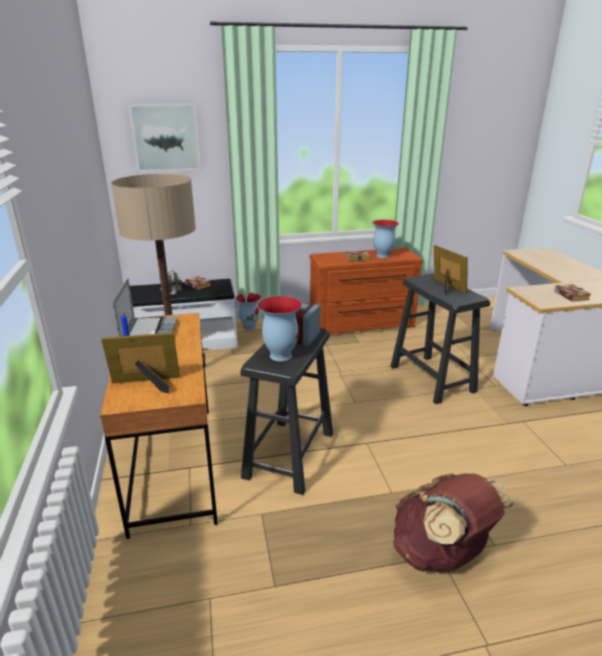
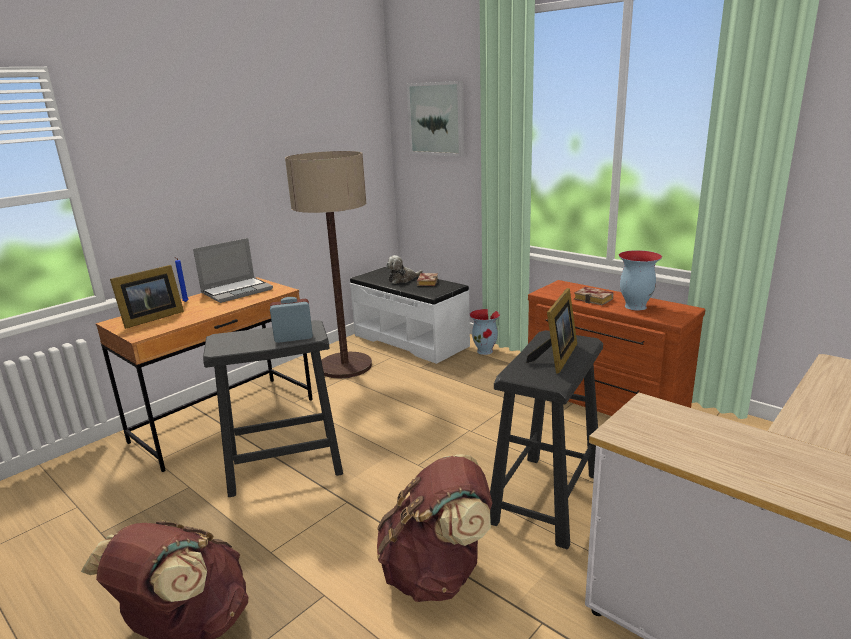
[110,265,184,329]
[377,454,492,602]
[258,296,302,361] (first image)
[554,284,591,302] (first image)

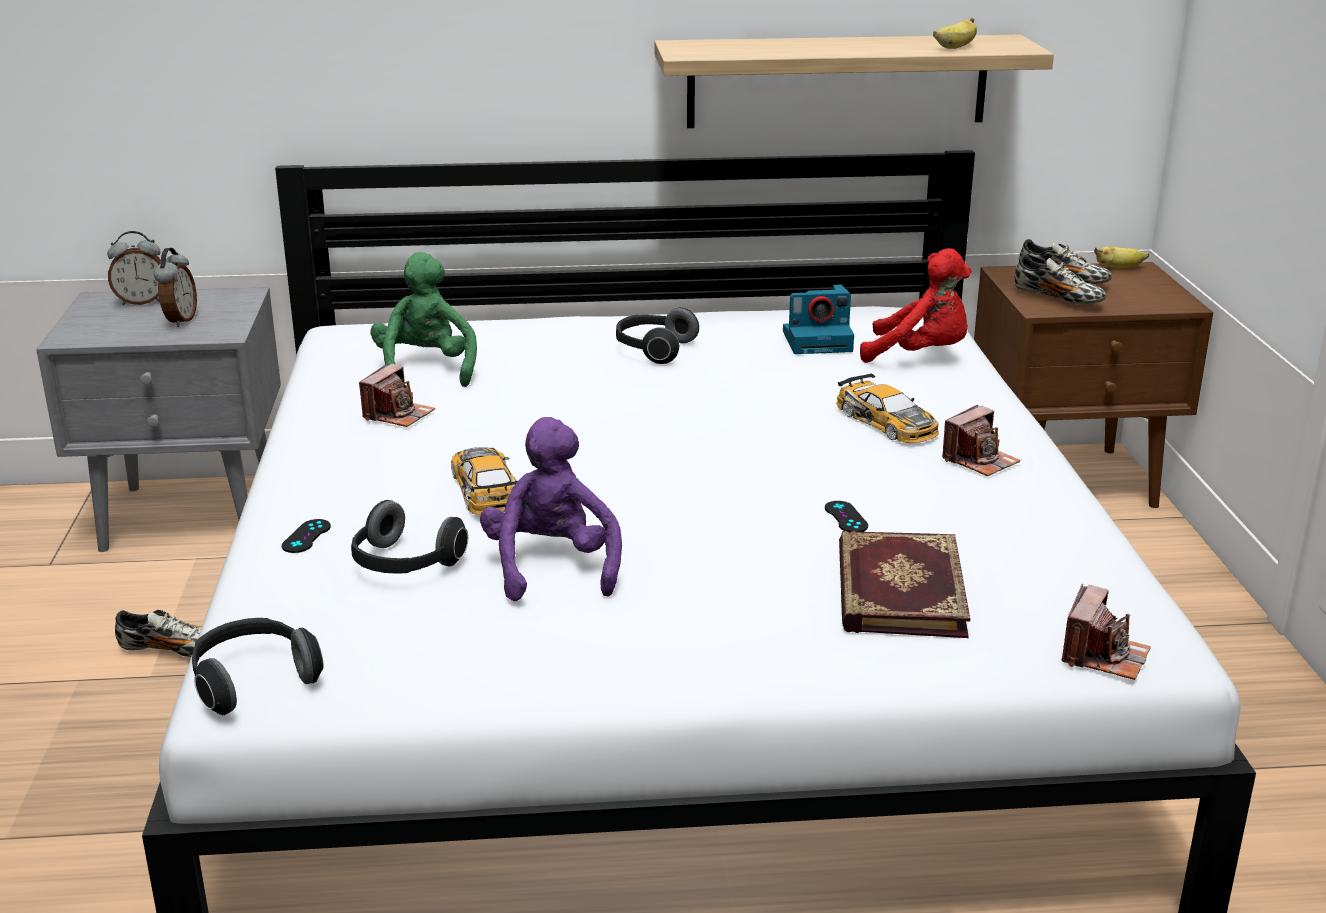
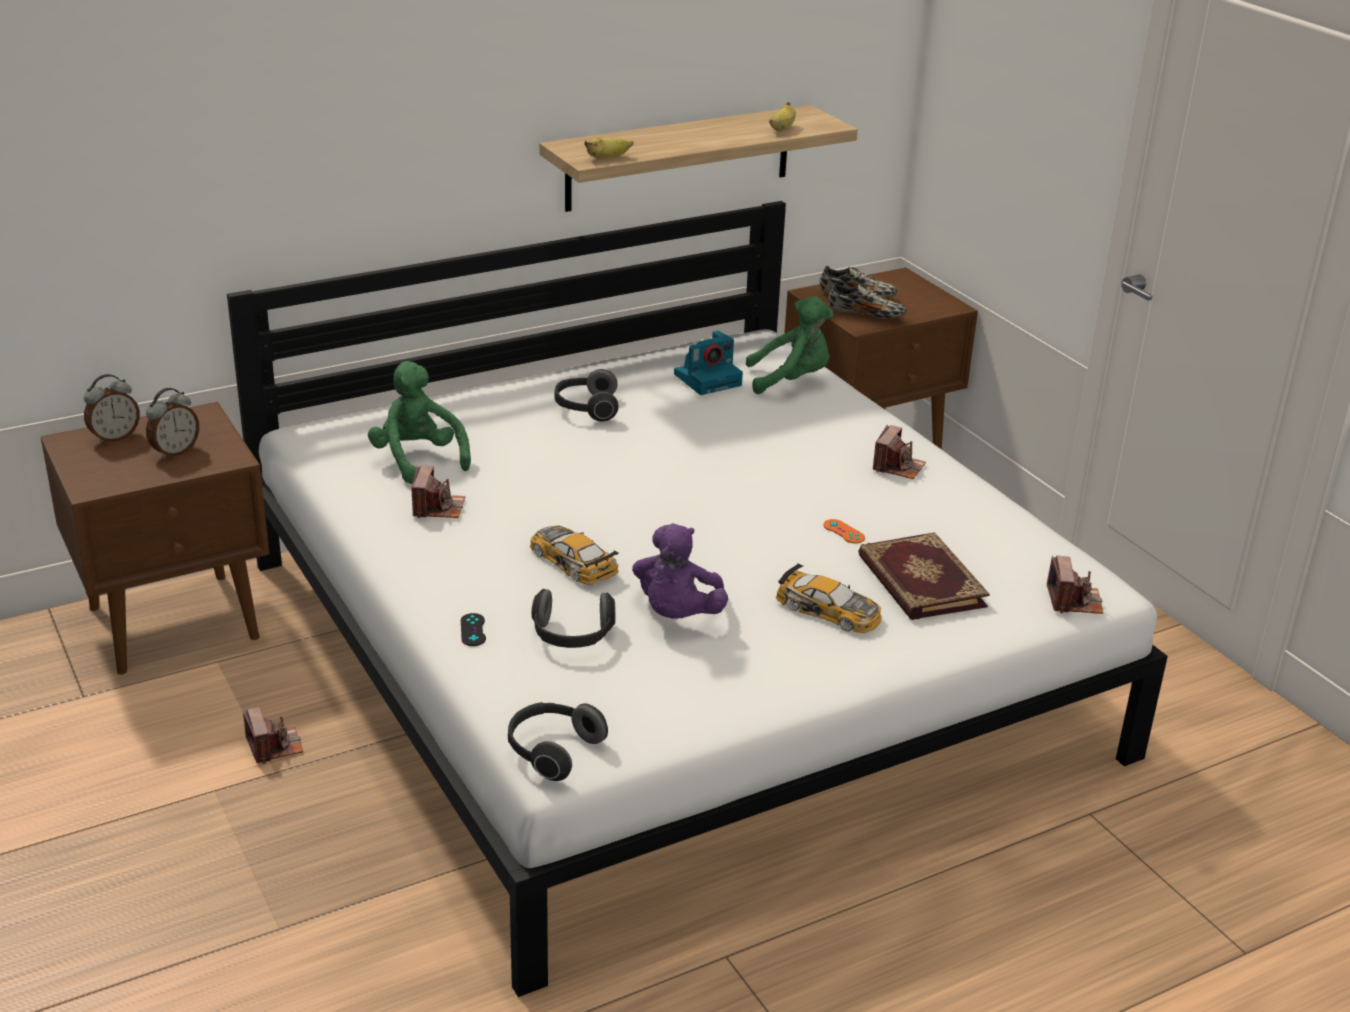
[40,402,270,675]
[146,388,199,459]
[243,707,303,764]
[585,138,634,158]
[632,523,728,619]
[746,296,833,394]
[776,563,882,633]
[823,519,865,544]

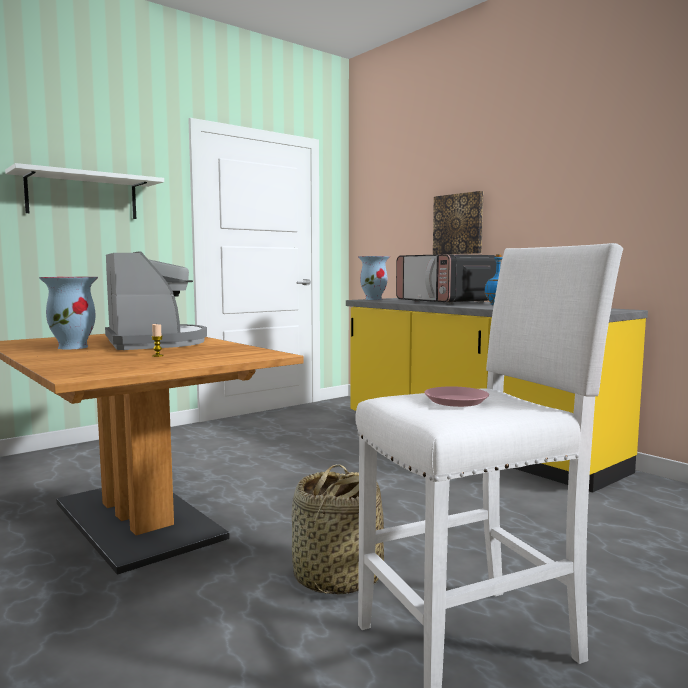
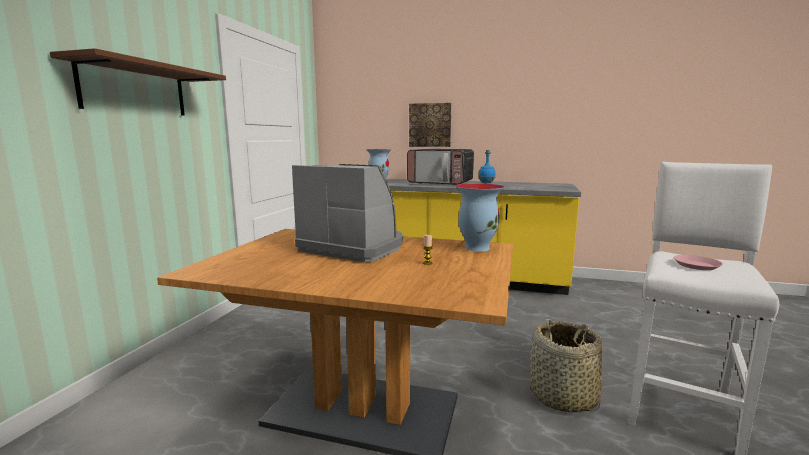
[50,48,226,116]
[456,183,505,252]

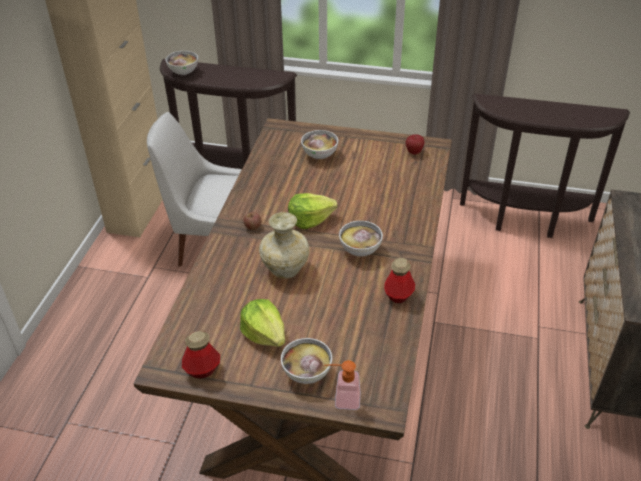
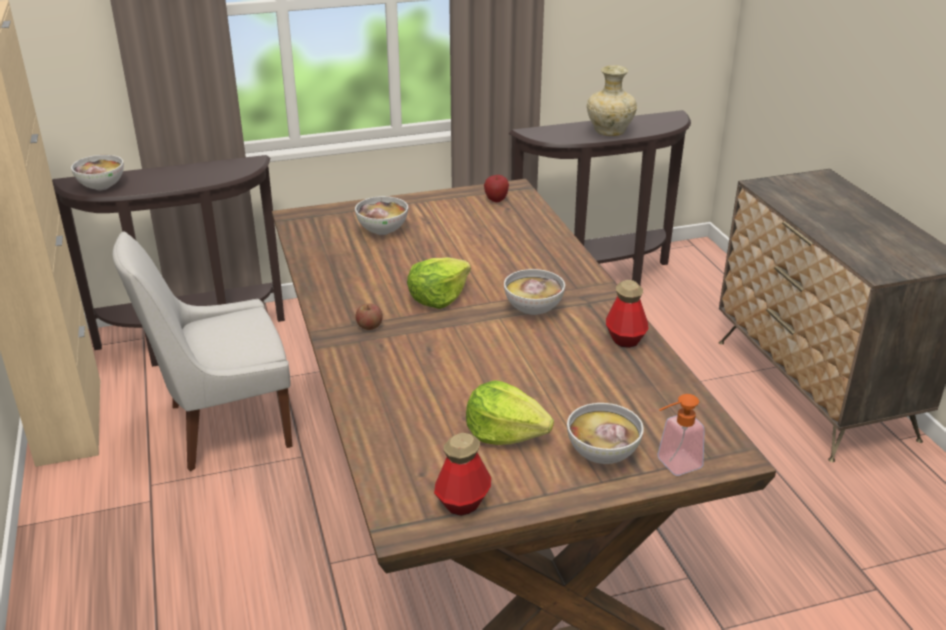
[587,65,637,136]

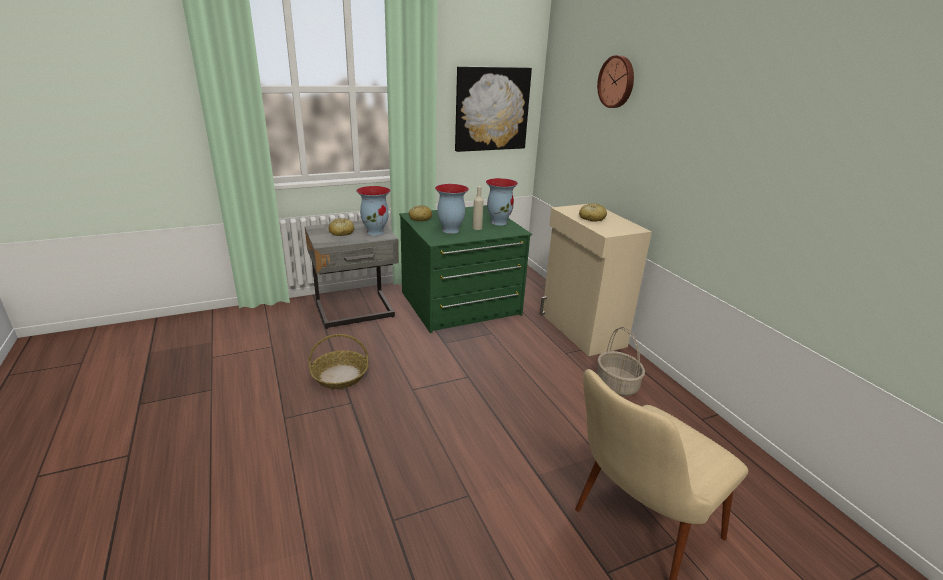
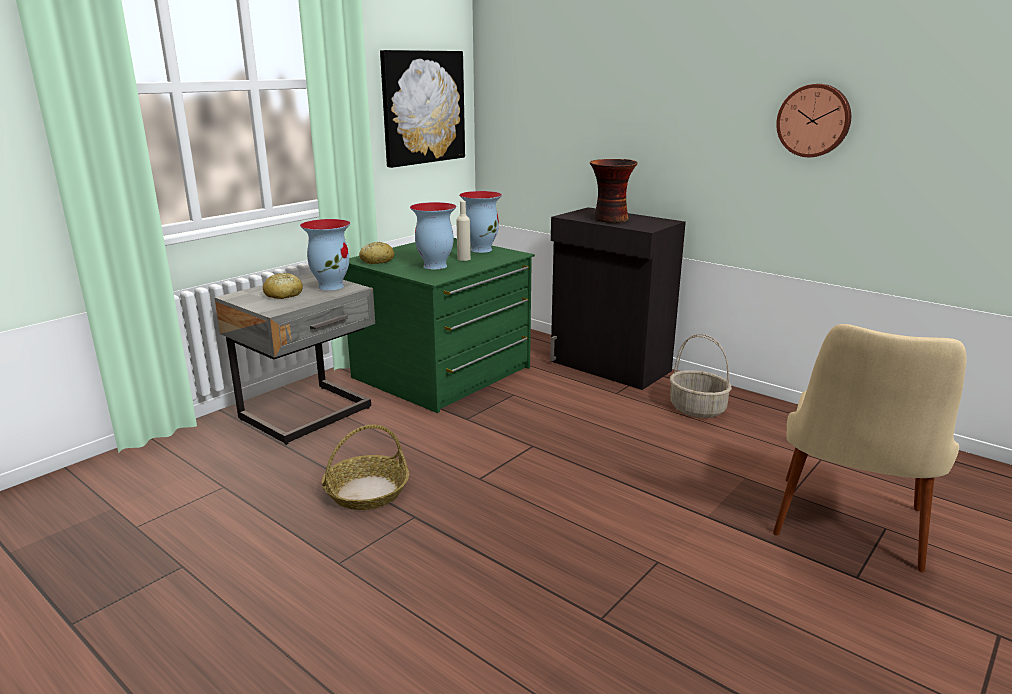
[550,207,686,390]
[590,159,638,223]
[776,84,851,157]

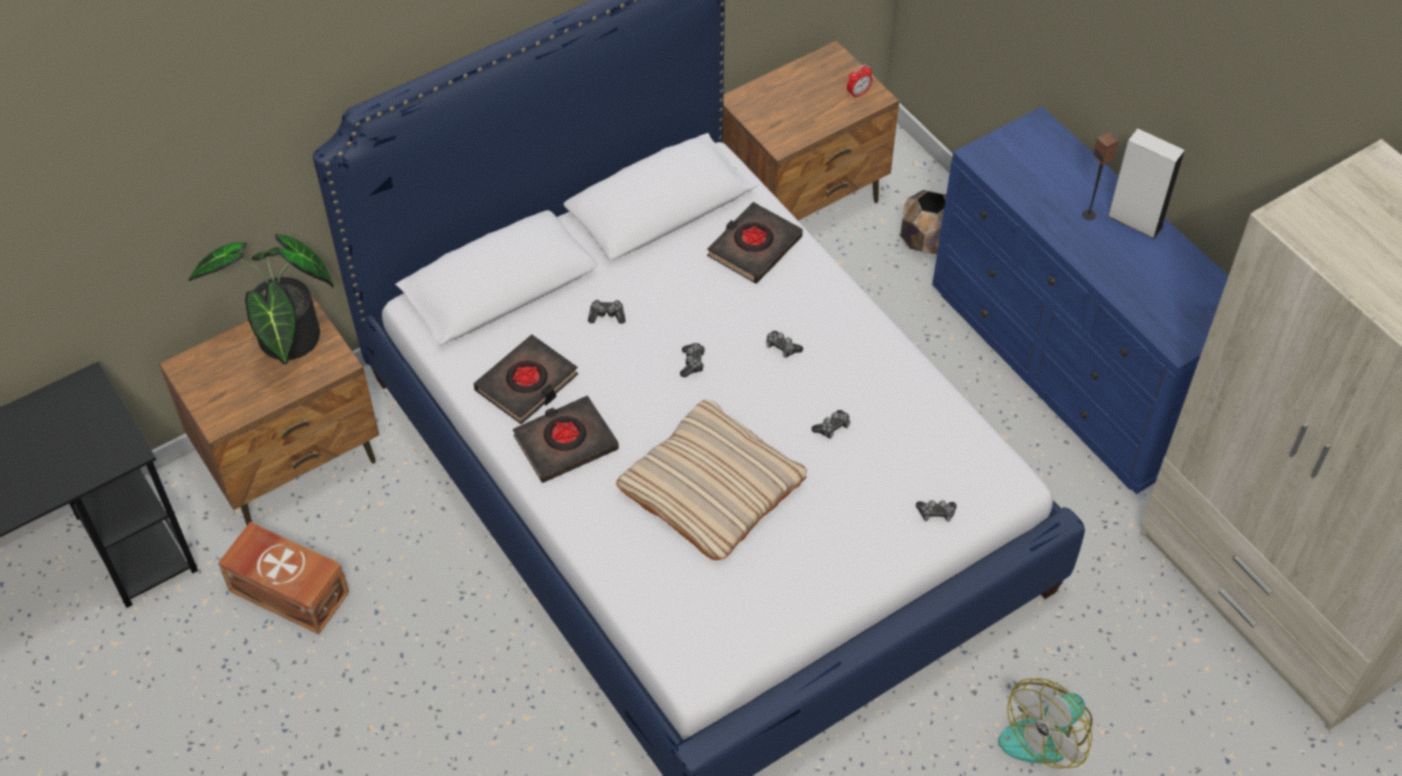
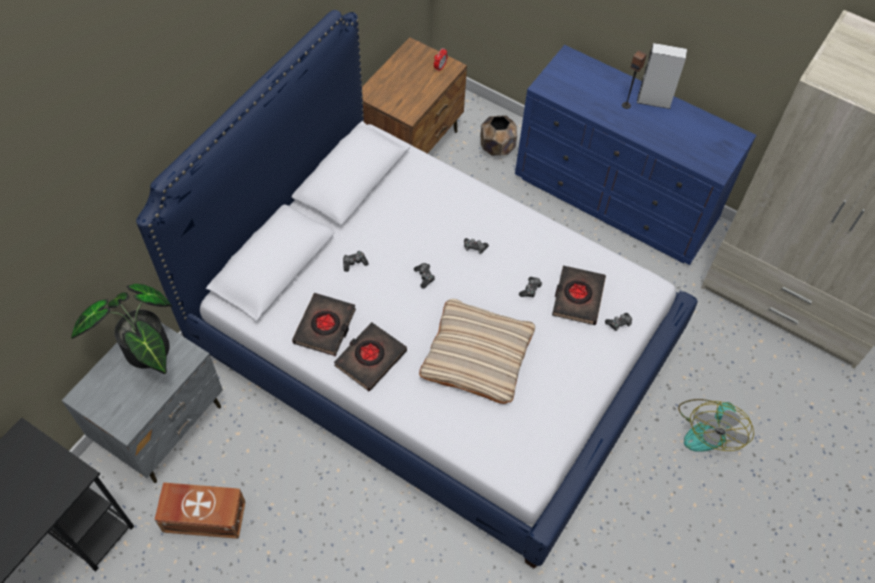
[61,323,223,483]
[552,265,606,325]

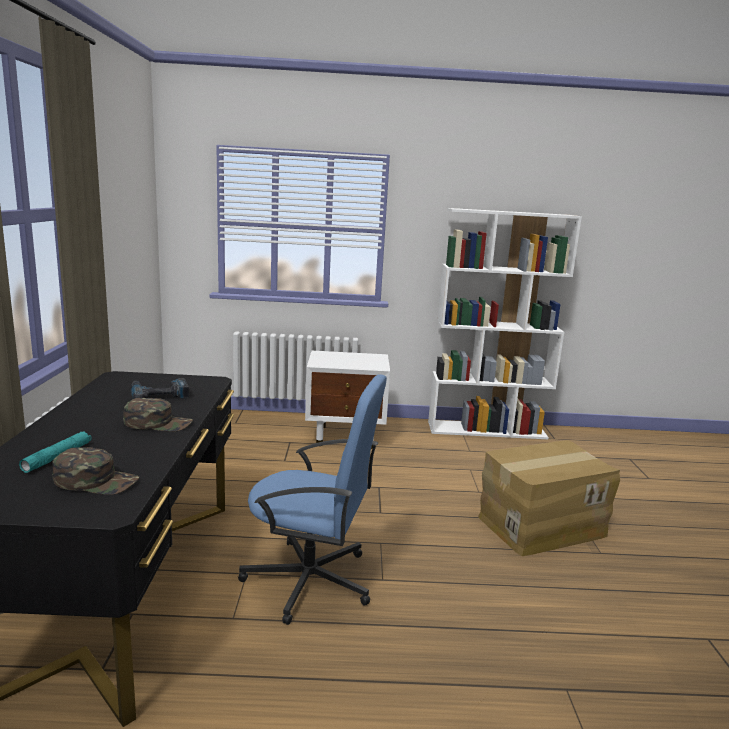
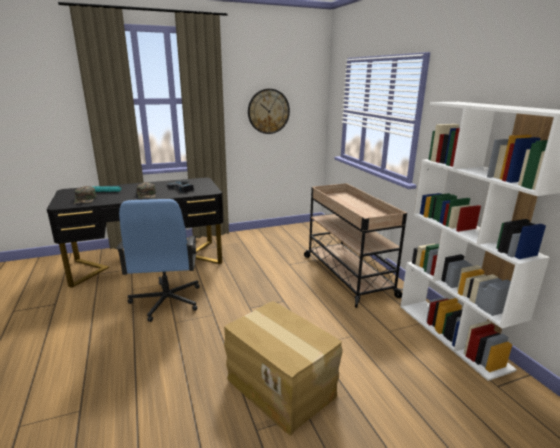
[248,88,290,134]
[304,183,407,308]

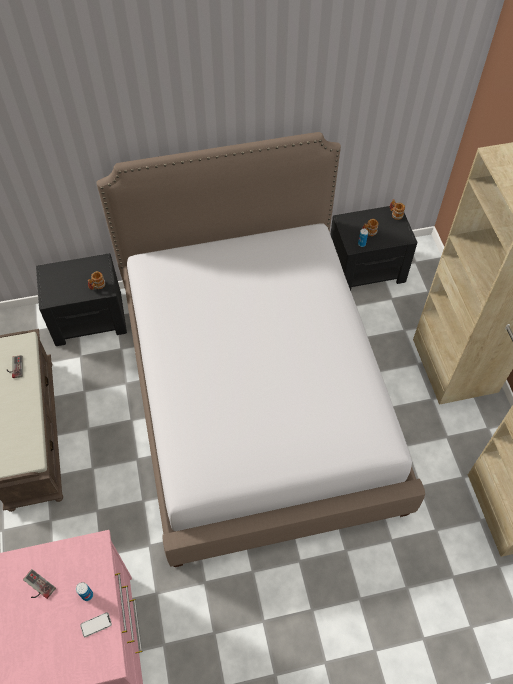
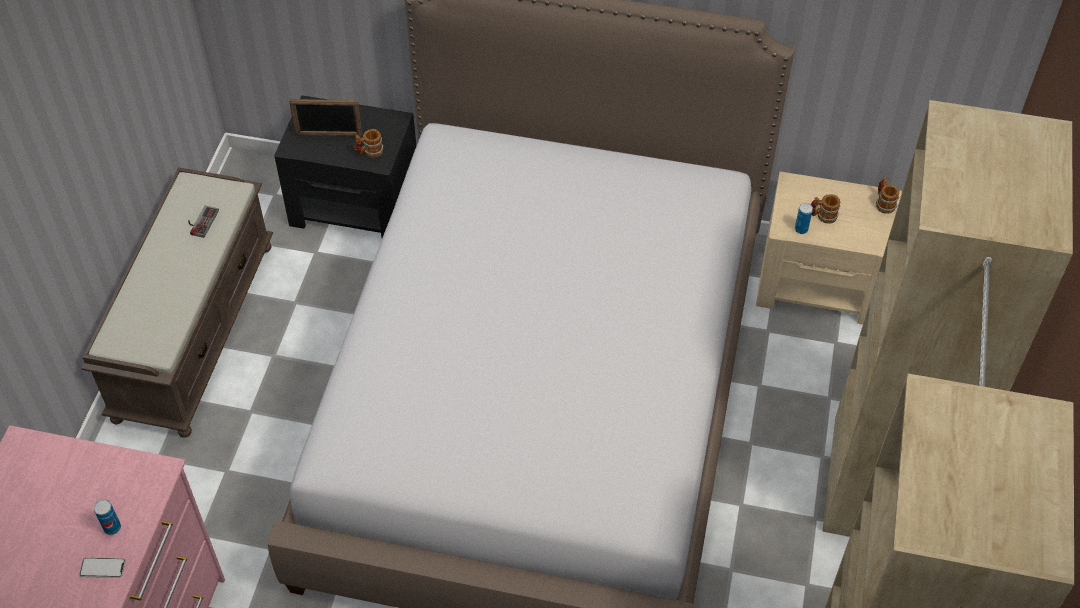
[289,99,363,137]
[756,171,902,324]
[23,569,56,599] (first image)

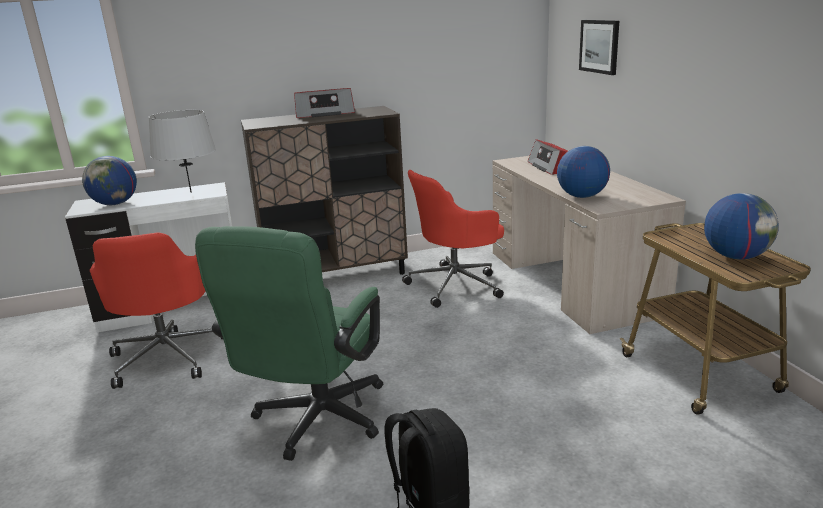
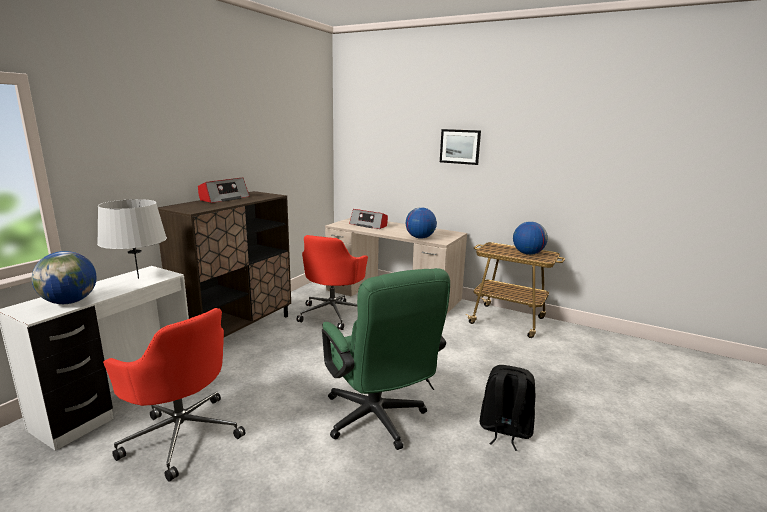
[440,129,481,165]

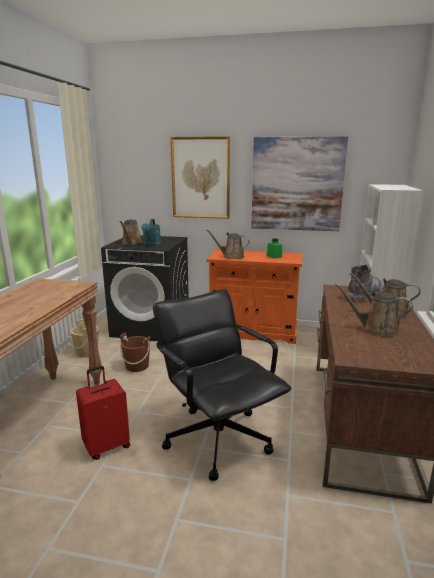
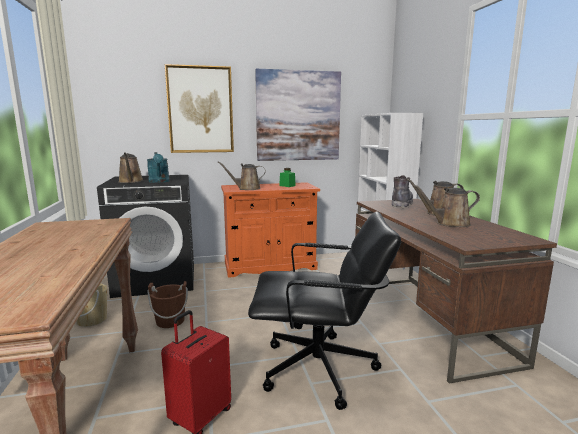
[248,211,401,410]

